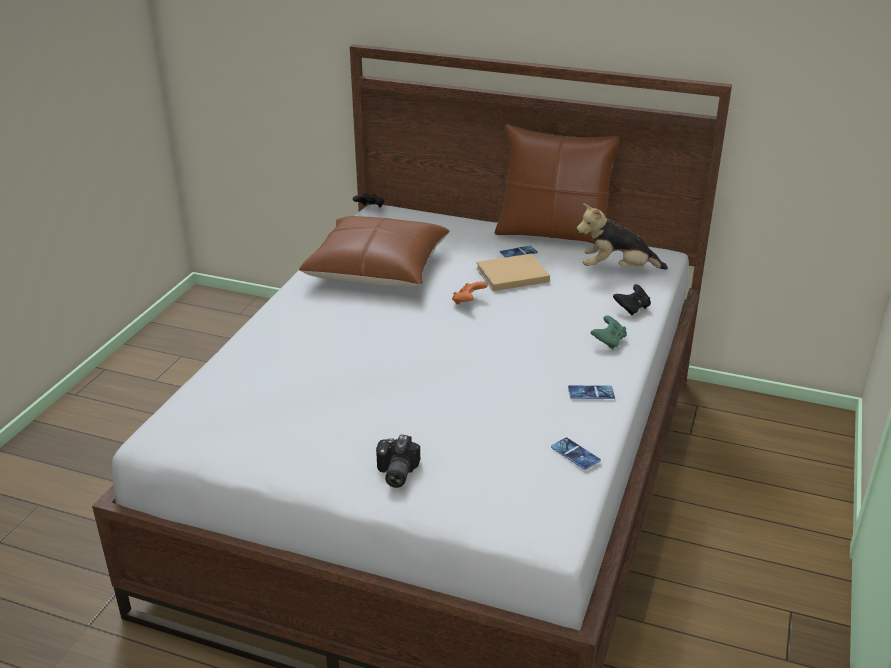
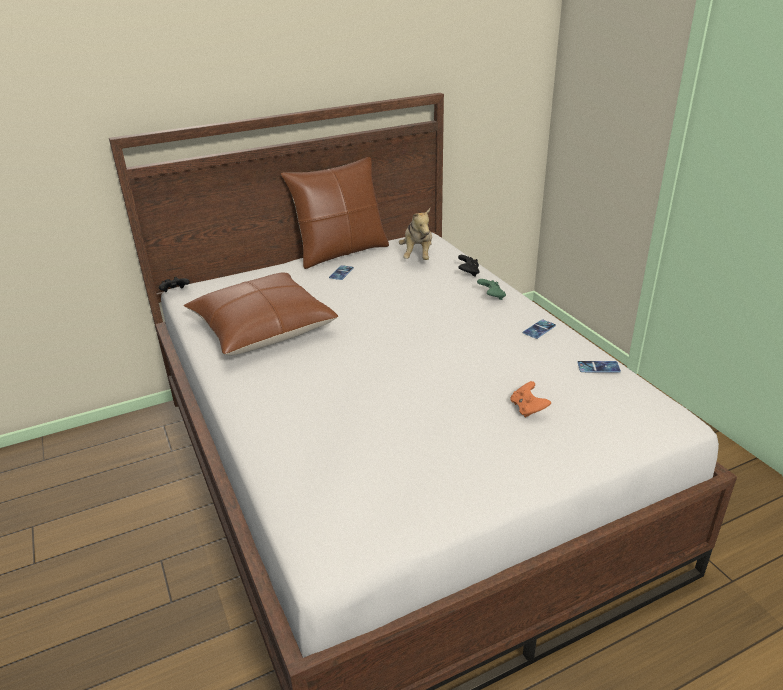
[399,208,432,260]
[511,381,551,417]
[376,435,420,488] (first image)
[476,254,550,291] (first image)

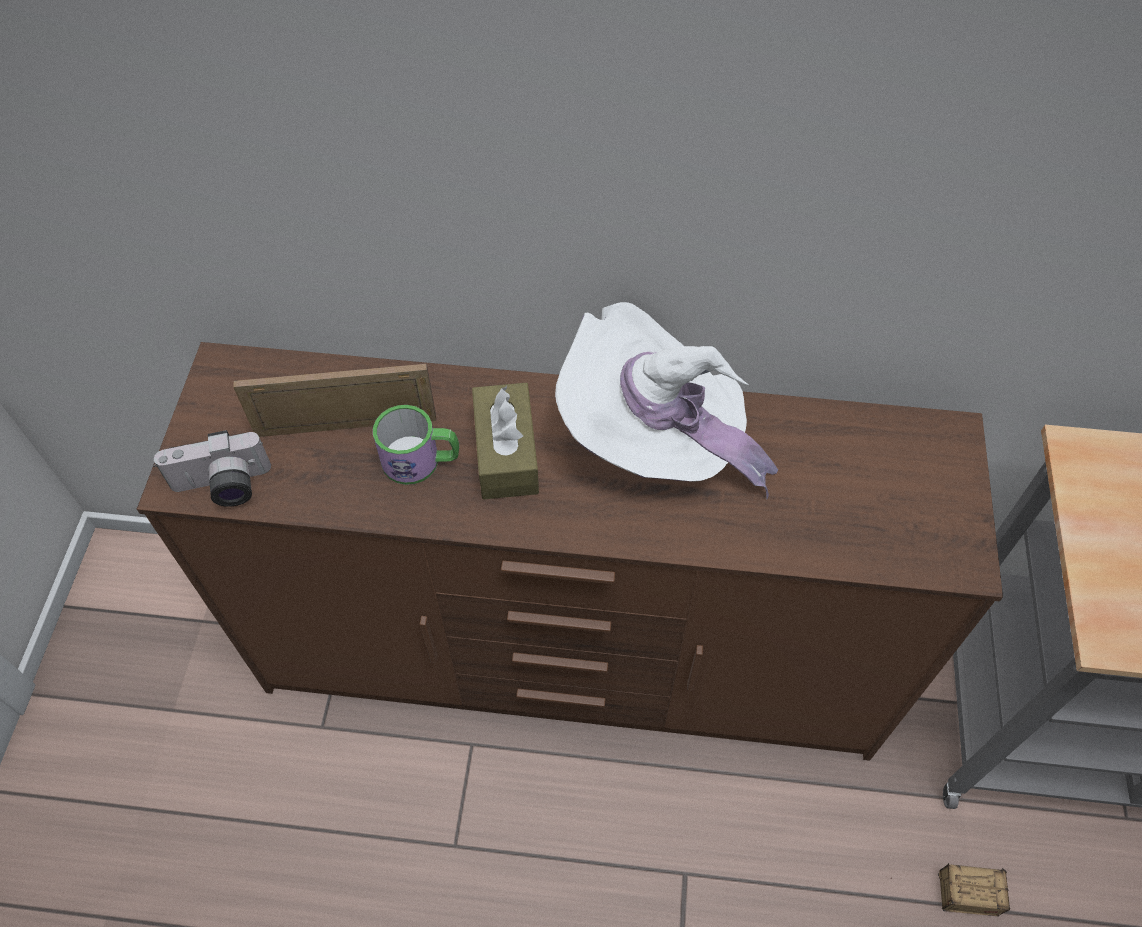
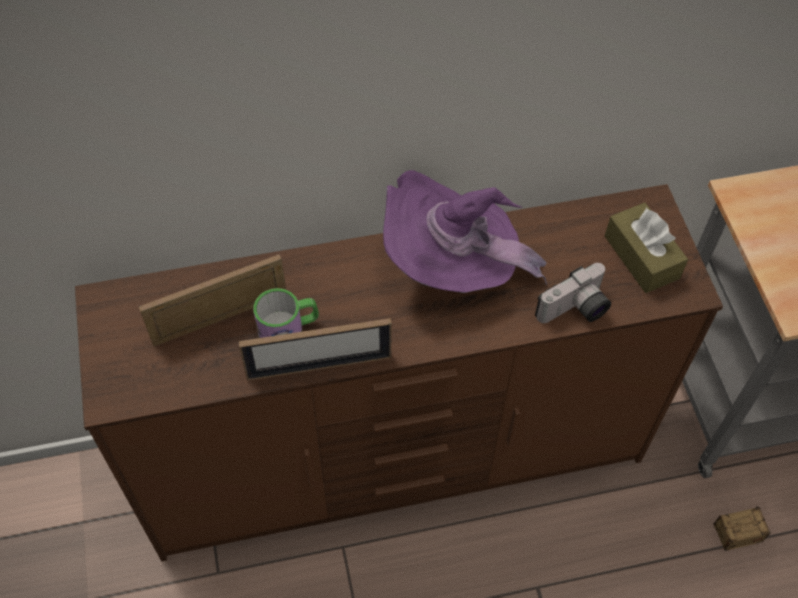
[238,318,392,381]
[383,170,547,293]
[535,263,611,323]
[605,203,688,293]

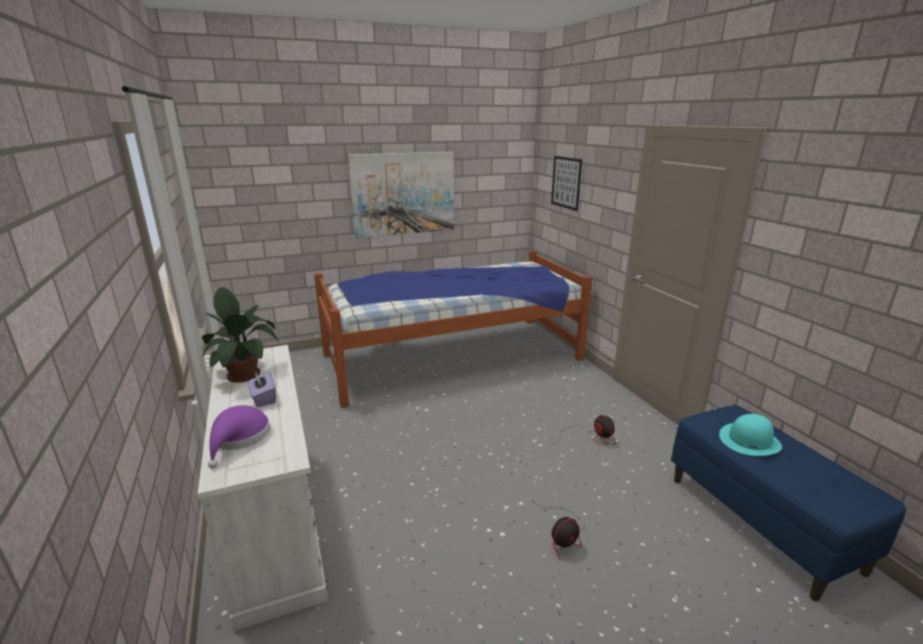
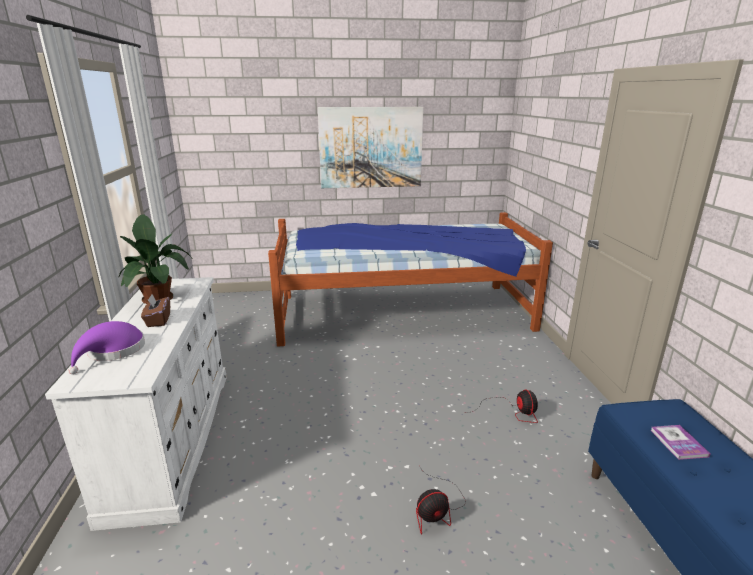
[141,294,170,327]
[650,425,710,460]
[551,156,582,211] (first image)

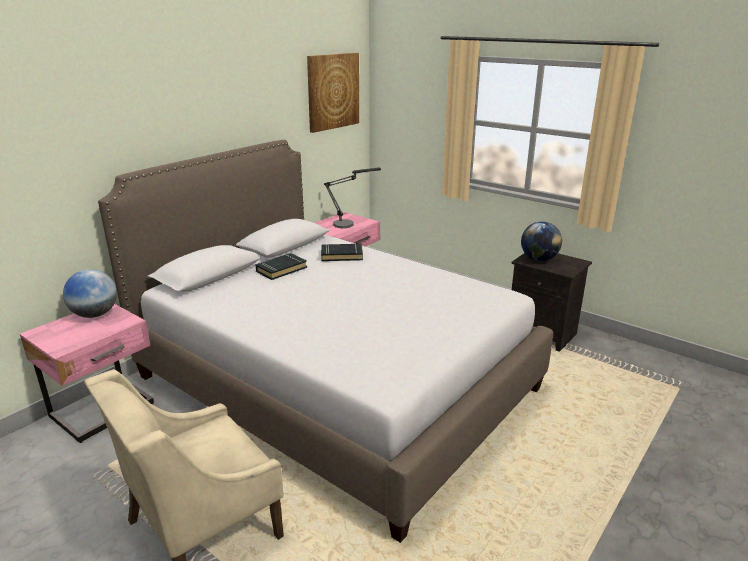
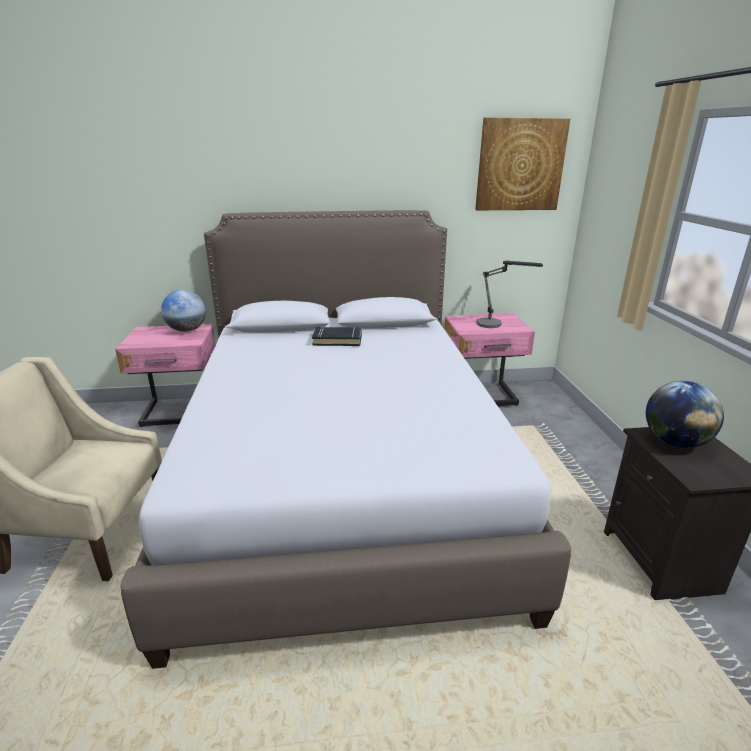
[321,243,363,261] (first image)

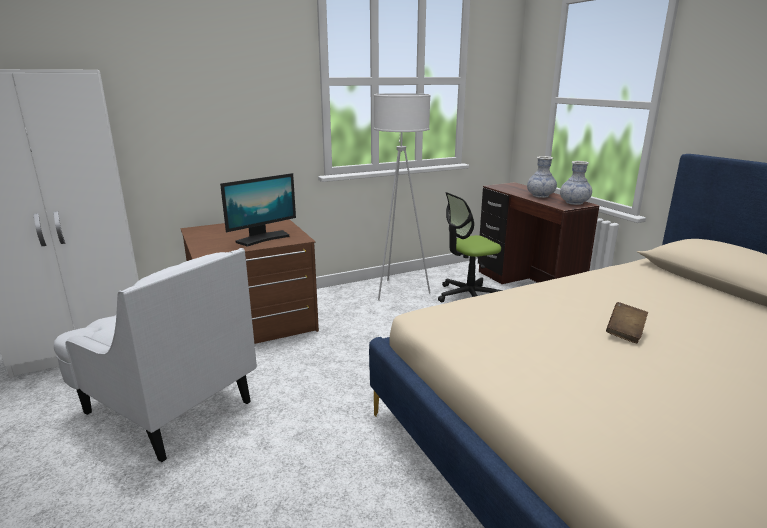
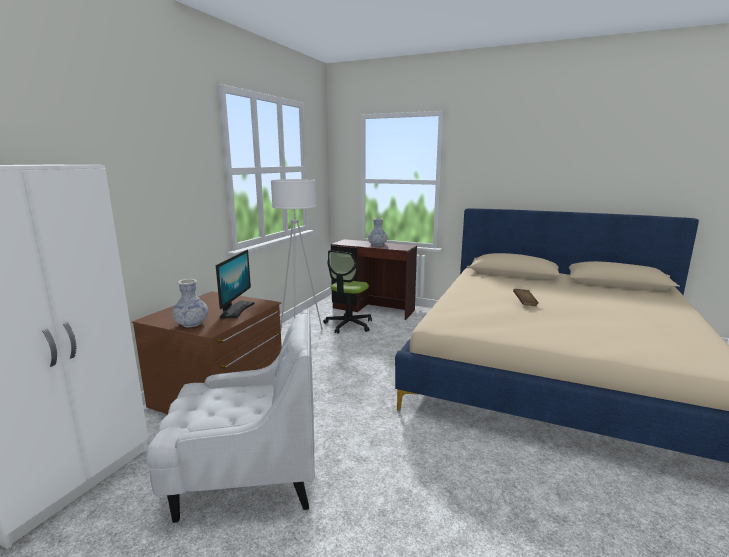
[172,279,208,327]

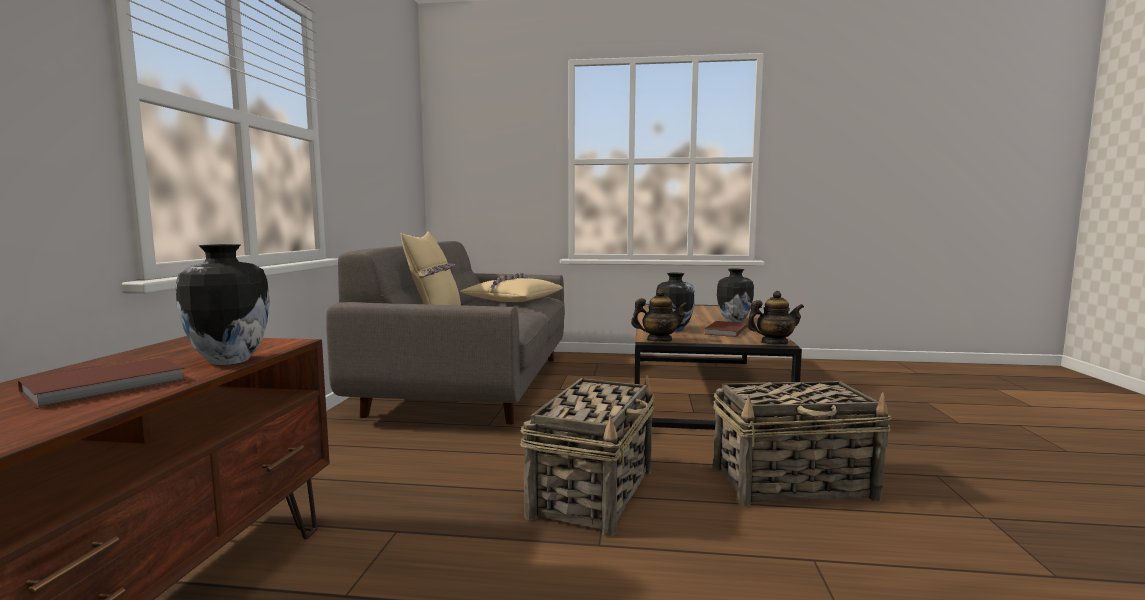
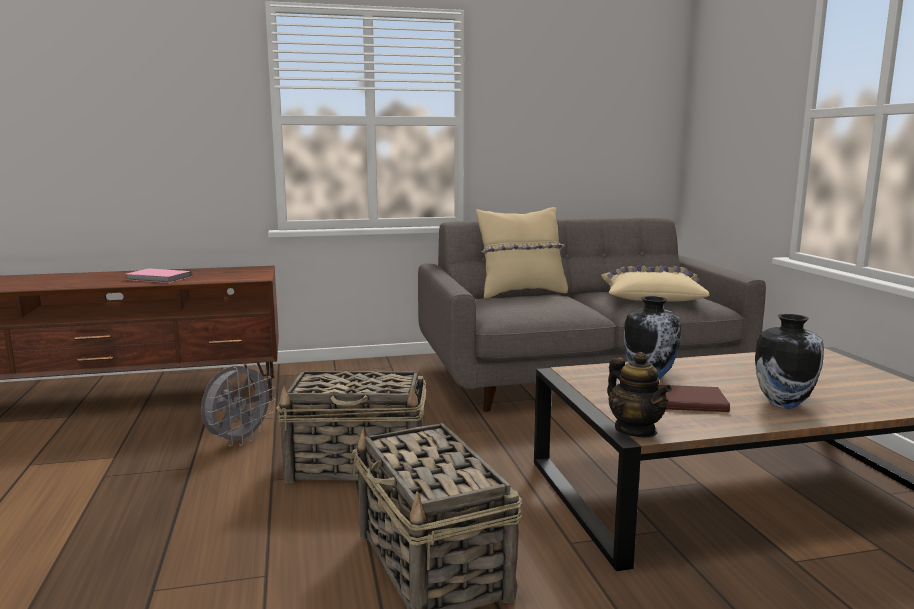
[126,268,192,283]
[201,364,275,446]
[176,244,270,365] (first image)
[631,289,688,342] (first image)

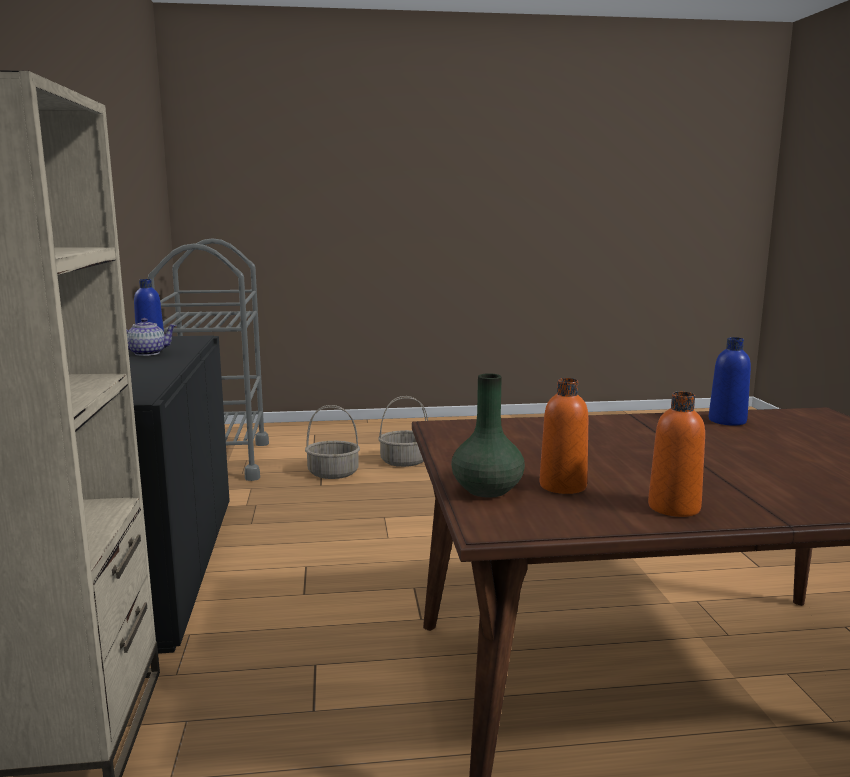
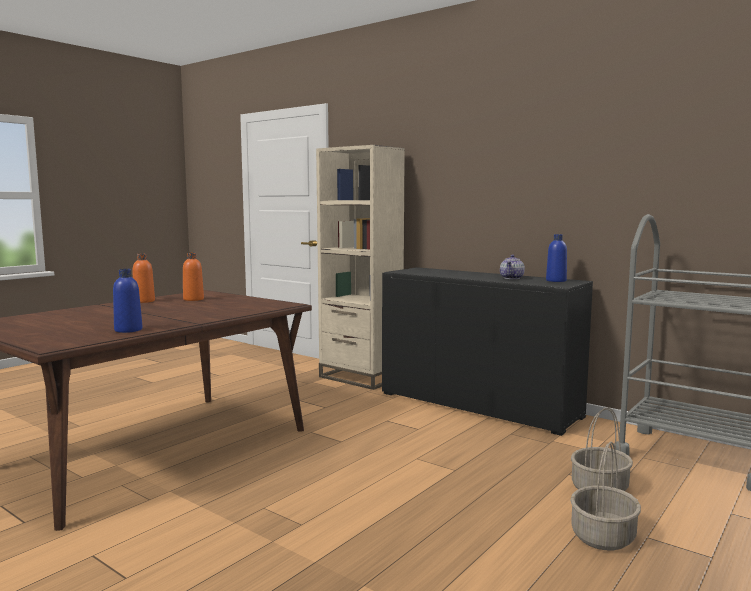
[451,373,525,498] (first image)

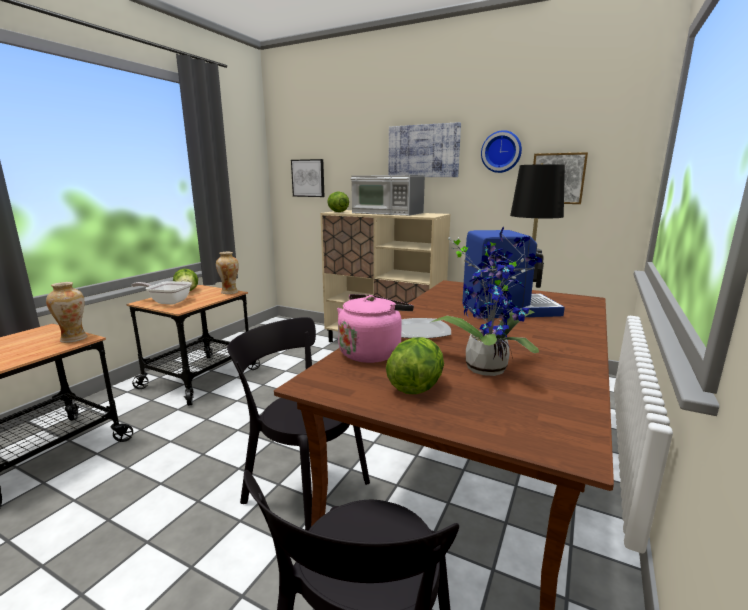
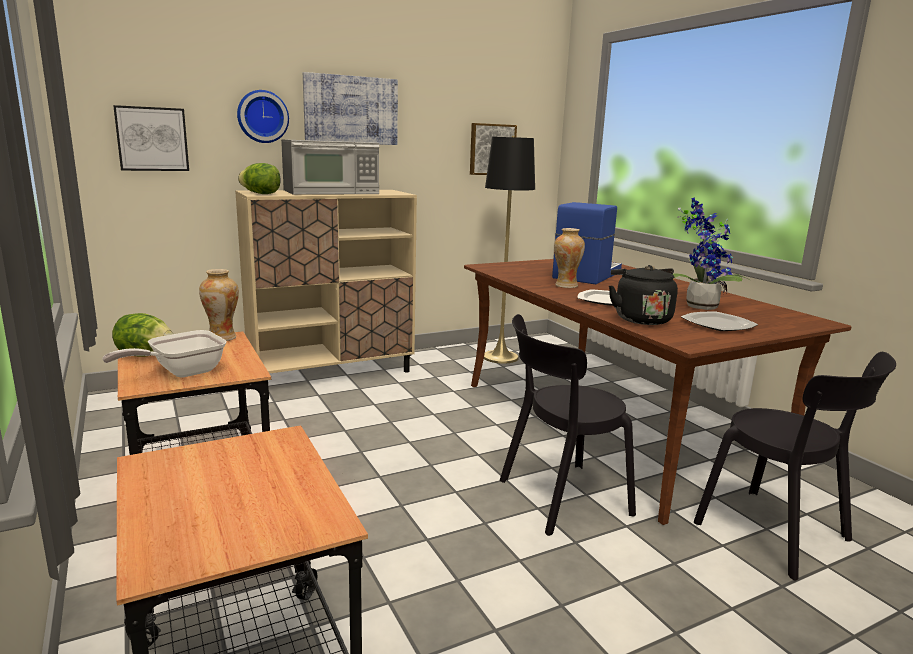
[237,90,289,143]
[554,228,585,288]
[609,265,678,325]
[681,311,758,331]

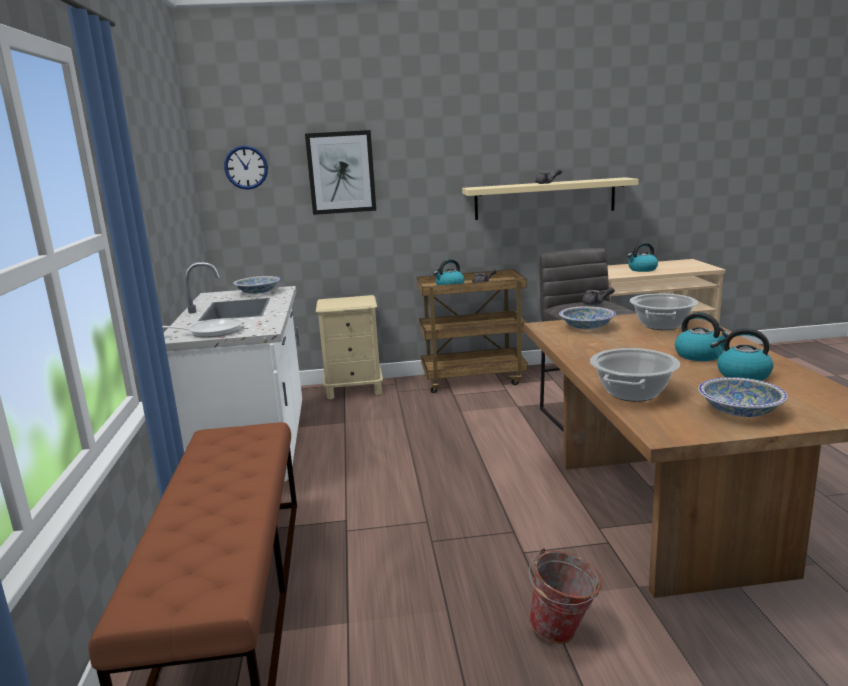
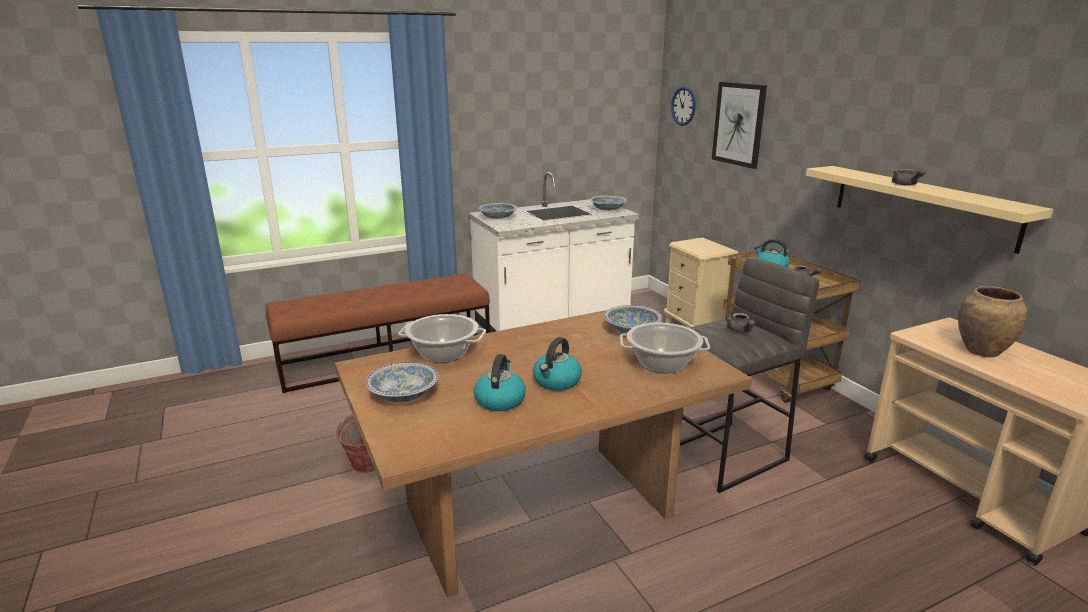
[478,203,517,219]
[958,286,1027,357]

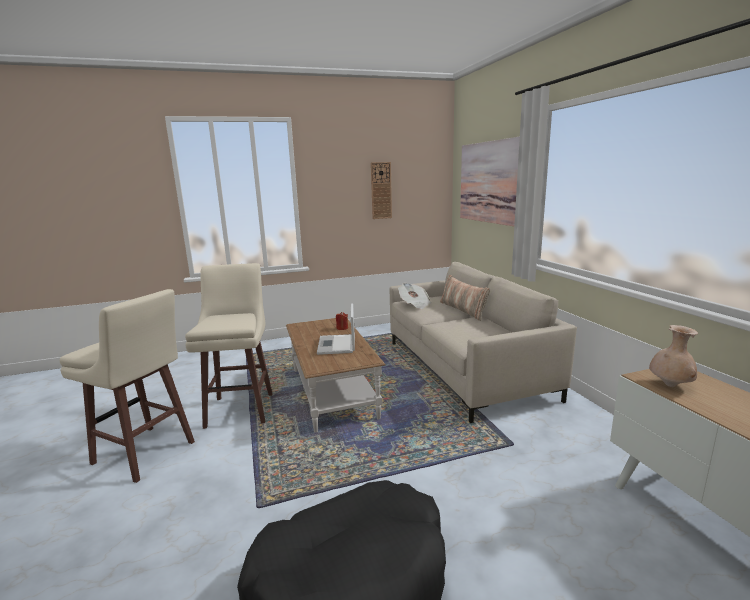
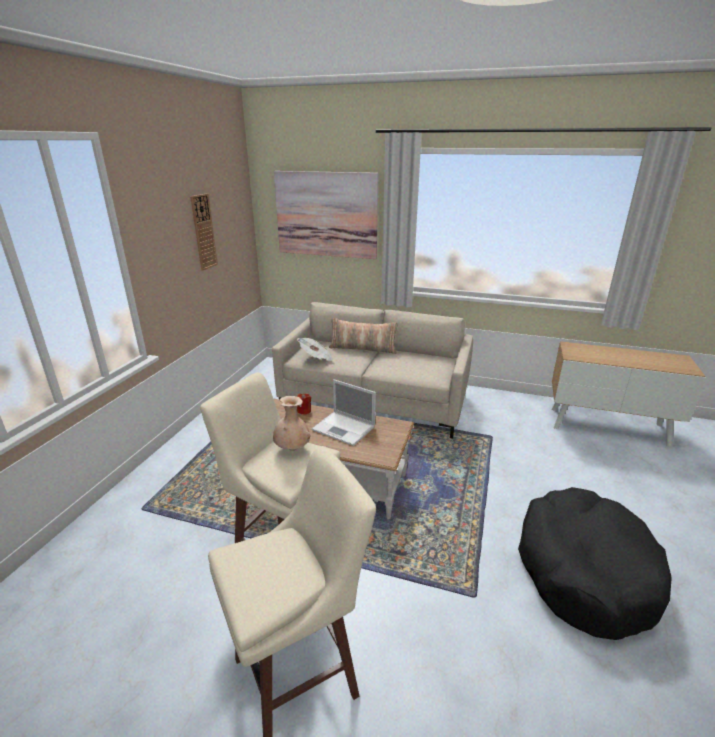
[273,396,310,451]

